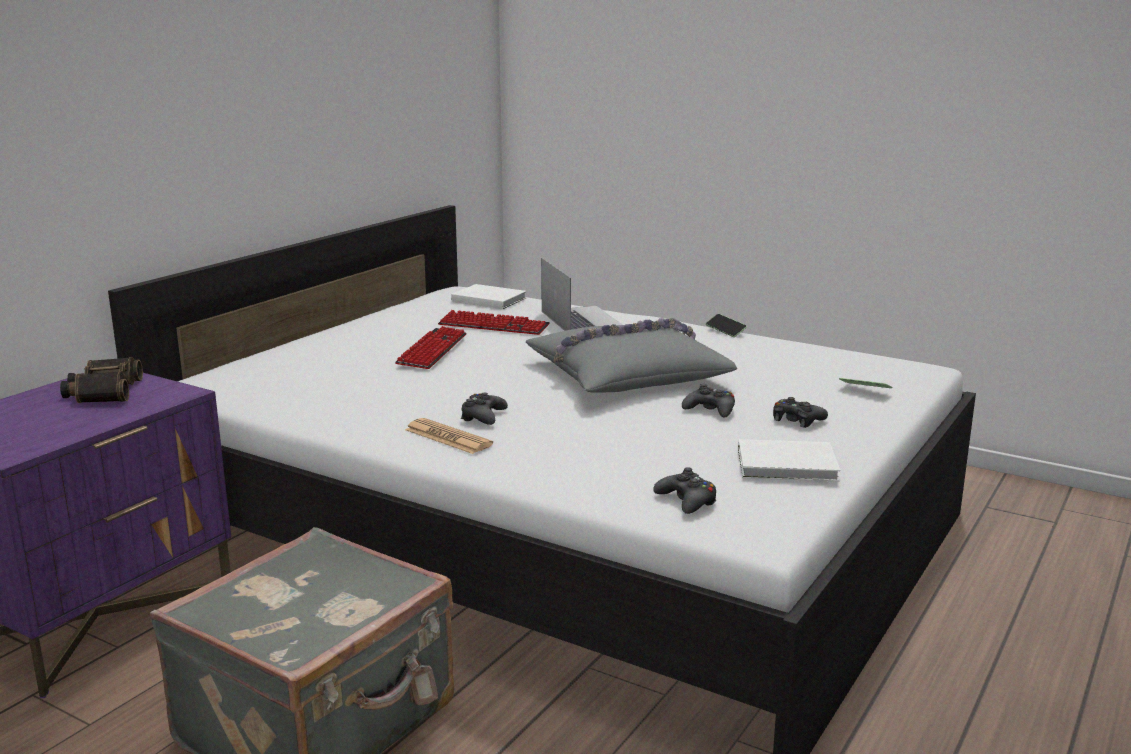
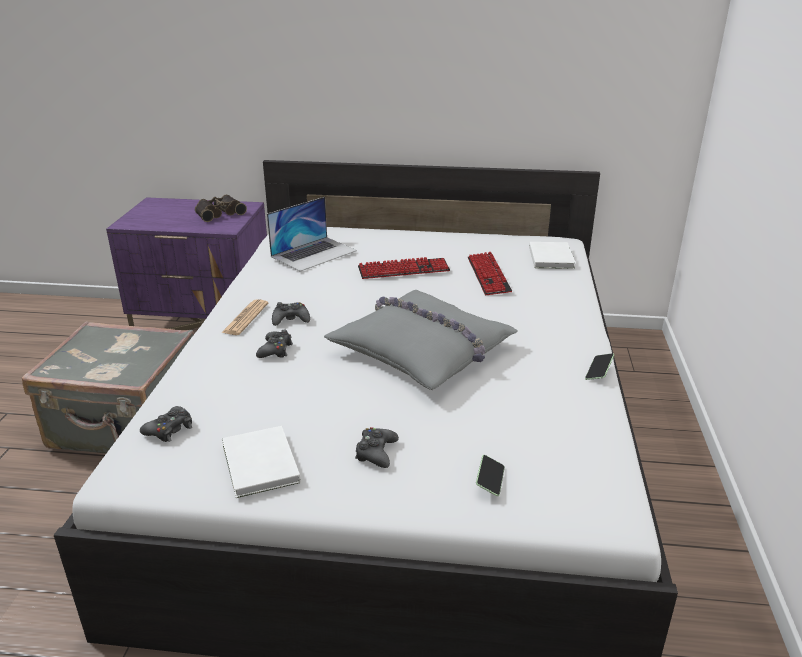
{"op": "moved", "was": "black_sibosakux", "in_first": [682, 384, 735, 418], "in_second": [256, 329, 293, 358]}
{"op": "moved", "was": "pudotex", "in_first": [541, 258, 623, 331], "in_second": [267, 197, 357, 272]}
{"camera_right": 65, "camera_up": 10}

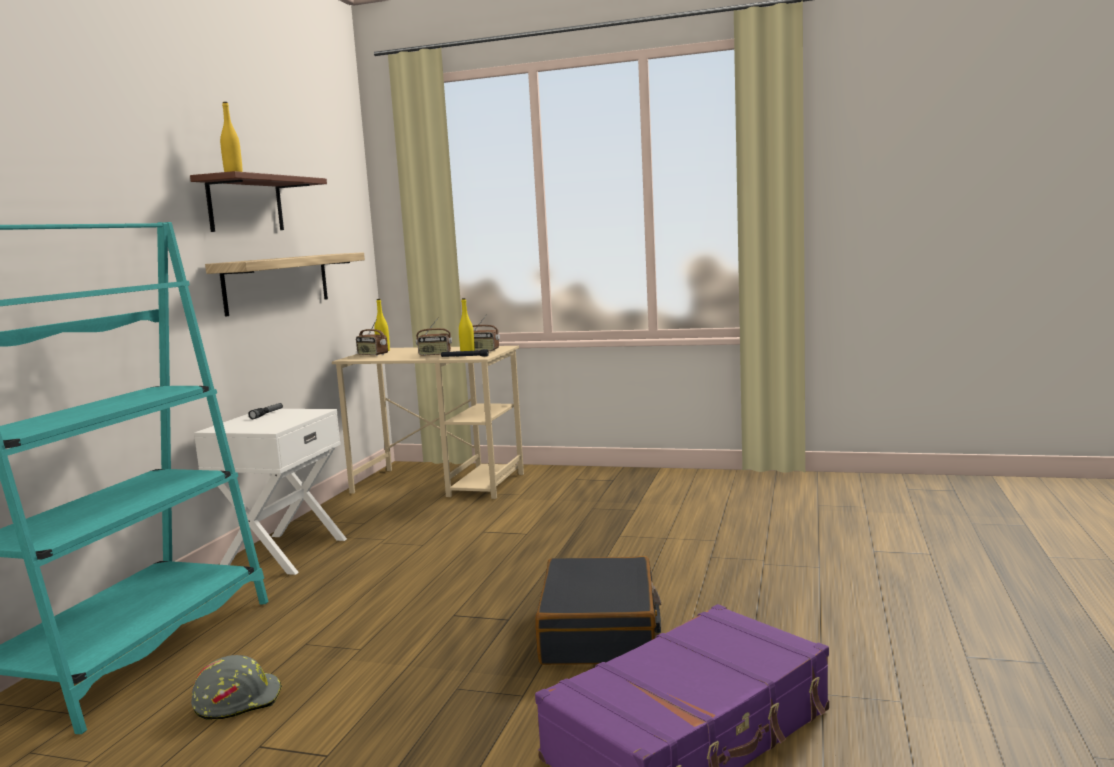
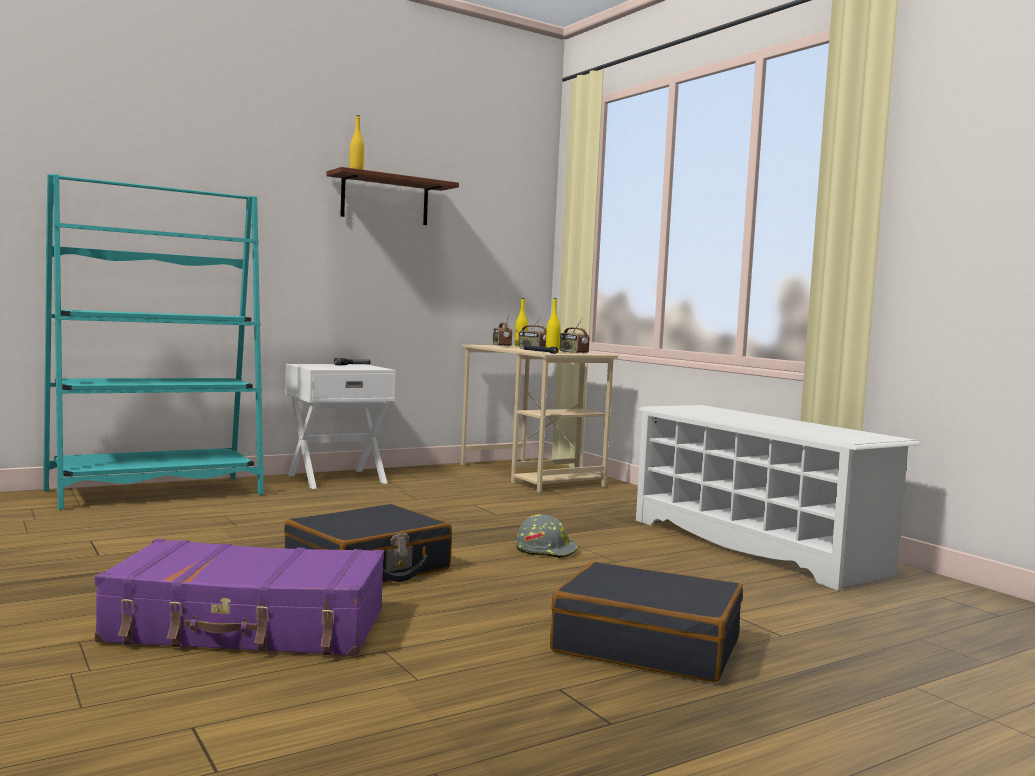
{"op": "moved", "was": "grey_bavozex", "in_first": [191, 655, 282, 720], "in_second": [516, 514, 578, 559]}
{"op": "added", "now": "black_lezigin", "in_second": [550, 561, 743, 682]}
{"op": "added", "now": "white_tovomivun", "in_second": [636, 405, 921, 591]}
{"op": "removed", "was": "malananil", "in_first": [205, 252, 365, 317]}
{"camera_right": 40, "camera_up": -5}

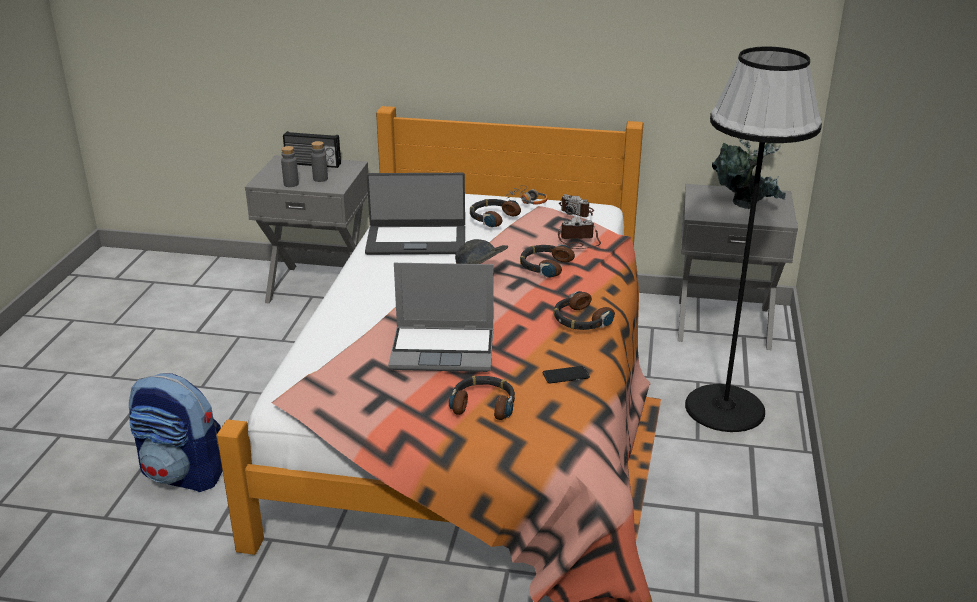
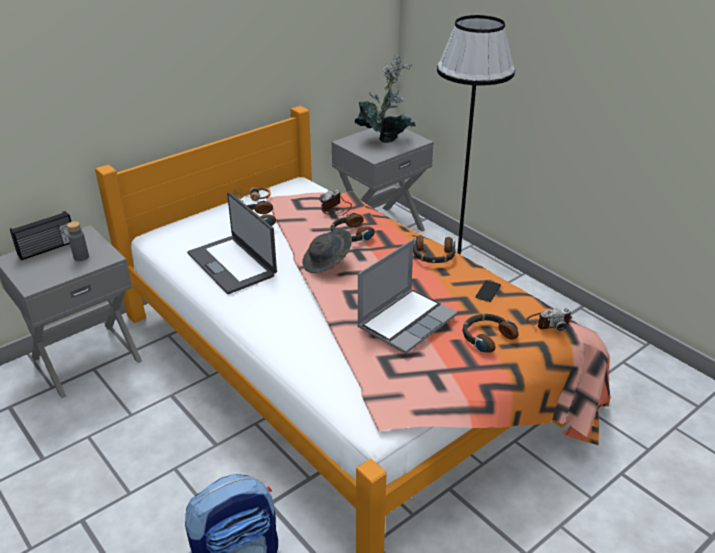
{"op": "turned", "was": "pudotex", "in_first": [365, 173, 465, 255], "in_second": [187, 192, 277, 294], "clockwise": 105}
{"op": "moved", "was": "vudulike", "in_first": [559, 194, 594, 217], "in_second": [526, 308, 572, 331]}
{"op": "removed", "was": "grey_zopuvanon", "in_first": [281, 146, 299, 187]}
{"camera_right": -50, "camera_up": 5}

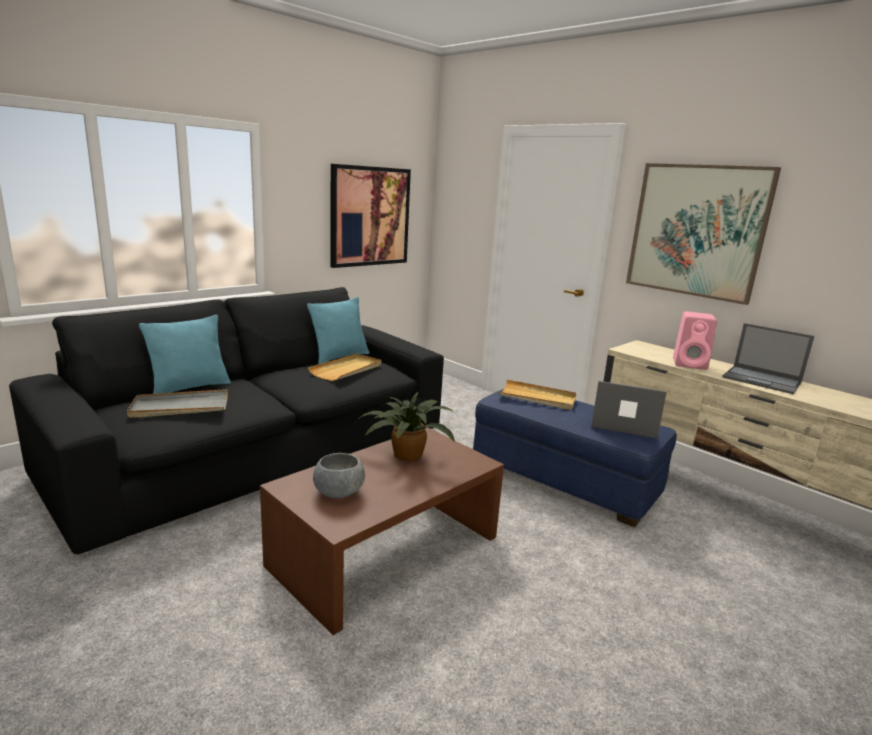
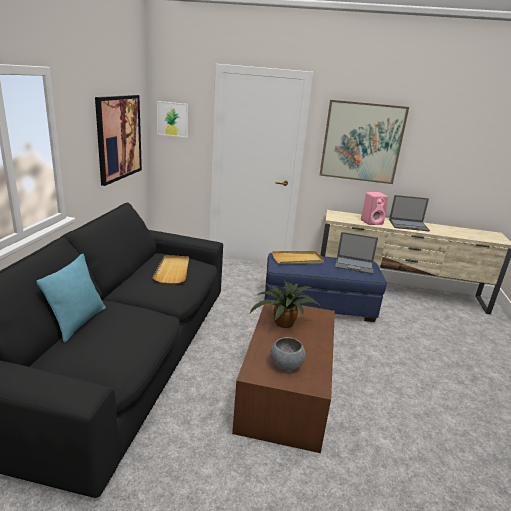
{"op": "added", "now": "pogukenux", "in_second": [157, 101, 188, 138]}
{"op": "turned", "was": "pudotex", "in_first": [591, 381, 667, 439], "in_second": [335, 232, 378, 274], "clockwise": -150}
{"op": "removed", "was": "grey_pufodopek", "in_first": [127, 389, 228, 418]}
{"op": "removed", "was": "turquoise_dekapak", "in_first": [307, 297, 370, 364]}
{"camera_right": -35, "camera_up": 5}

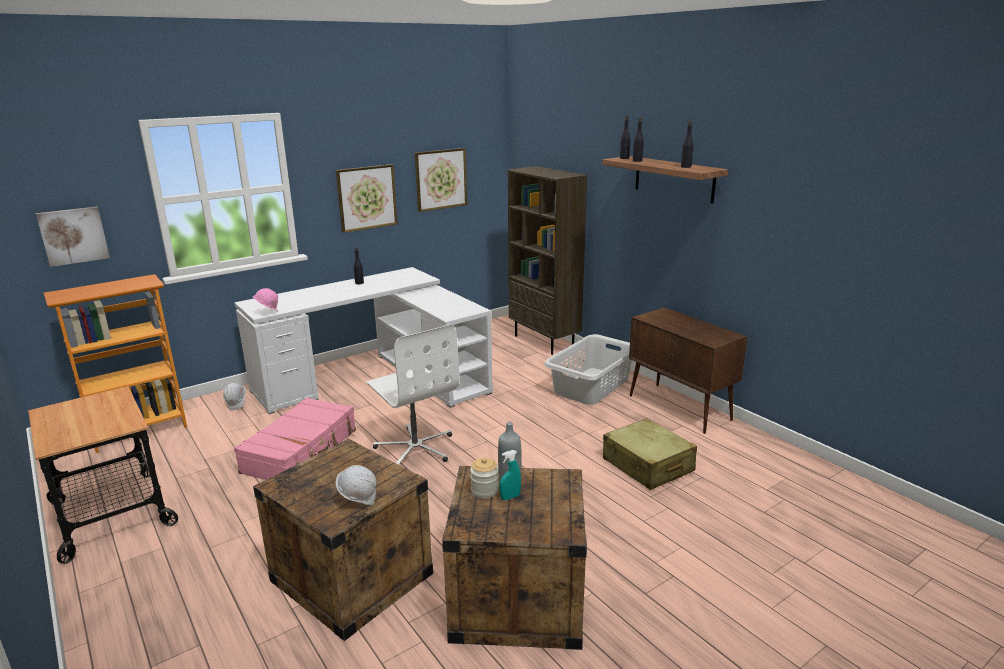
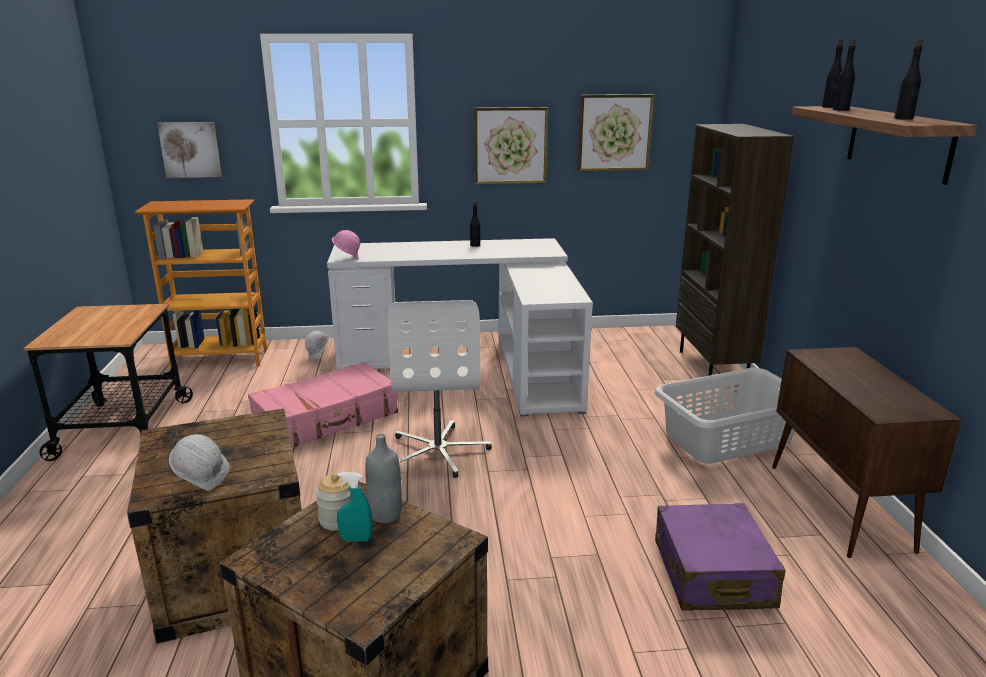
{"op": "recoloured", "was": "beige_lezigin", "now": "purple_lezigin", "in_first": [603, 418, 697, 490], "in_second": [655, 503, 786, 611]}
{"camera_right": 30, "camera_up": 0}

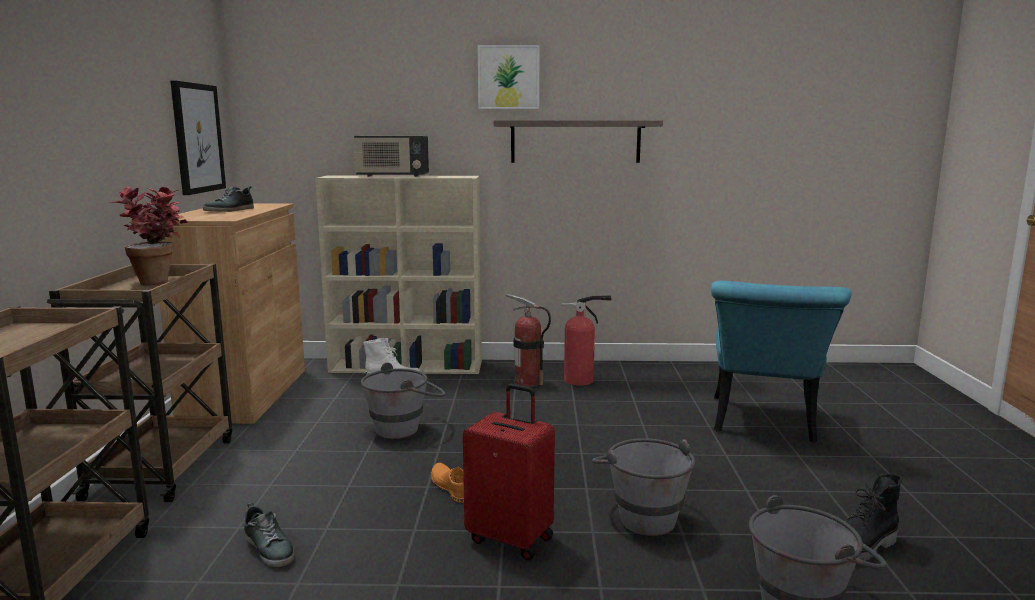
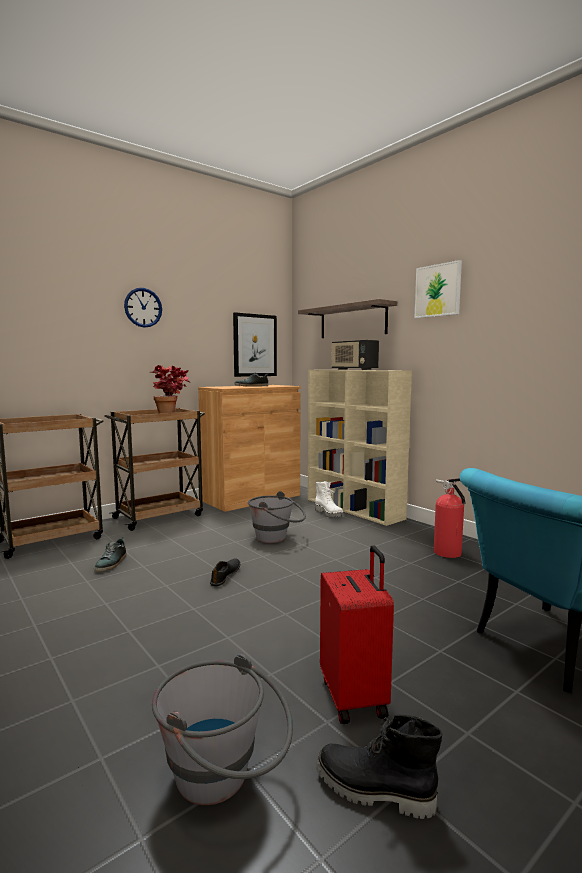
{"op": "added", "now": "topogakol", "in_second": [124, 288, 162, 328]}
{"op": "recoloured", "was": "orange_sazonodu", "now": "black_sazonodu", "in_first": [431, 463, 464, 503], "in_second": [210, 558, 240, 586]}
{"op": "moved", "was": "malananil", "in_first": [494, 120, 663, 163], "in_second": [298, 299, 397, 338]}
{"op": "moved", "was": "red_lezigin", "in_first": [463, 384, 555, 560], "in_second": [320, 545, 394, 724]}
{"op": "removed", "was": "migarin", "in_first": [506, 294, 551, 387]}
{"op": "removed", "was": "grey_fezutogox", "in_first": [592, 438, 695, 536]}
{"camera_right": 50, "camera_up": -5}

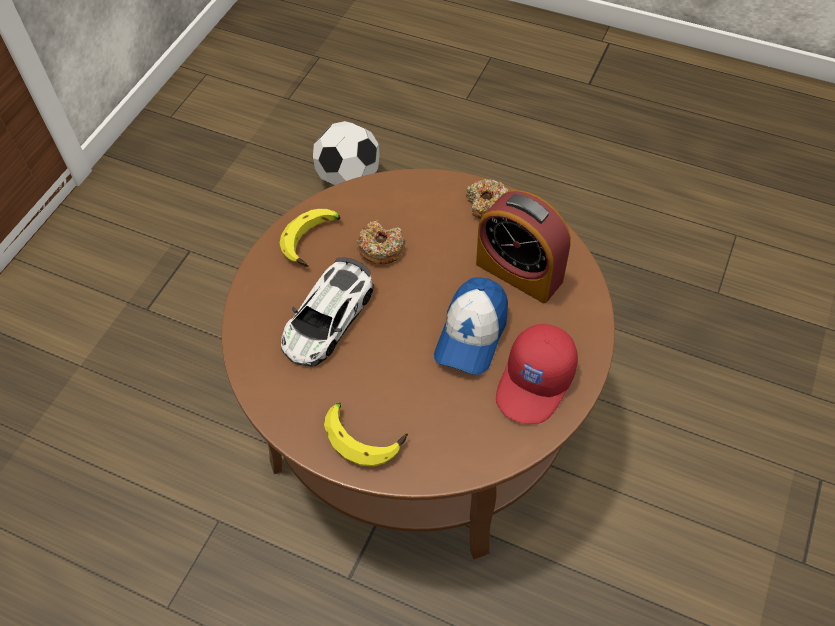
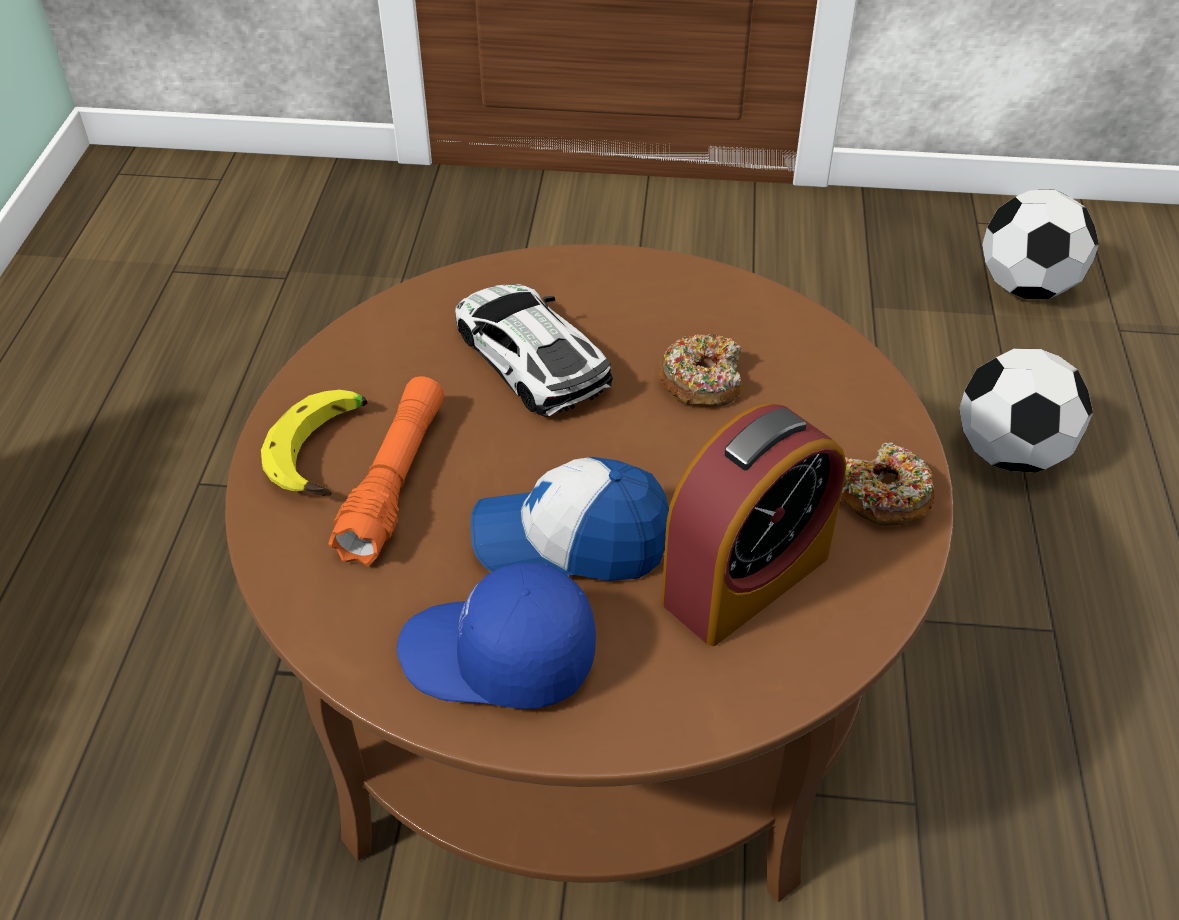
{"op": "added", "now": "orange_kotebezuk", "in_second": [328, 376, 444, 566]}
{"op": "recoloured", "was": "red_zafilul", "now": "blue_zafilul", "in_first": [496, 324, 578, 424], "in_second": [397, 563, 596, 709]}
{"op": "turned", "was": "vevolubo", "in_first": [281, 257, 374, 367], "in_second": [455, 284, 613, 417], "clockwise": 45}
{"op": "turned", "was": "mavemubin", "in_first": [476, 190, 571, 303], "in_second": [661, 403, 847, 646], "clockwise": -150}
{"op": "added", "now": "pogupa", "in_second": [982, 190, 1099, 299]}
{"op": "removed", "was": "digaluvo", "in_first": [280, 209, 340, 267]}
{"camera_right": 70, "camera_up": -10}

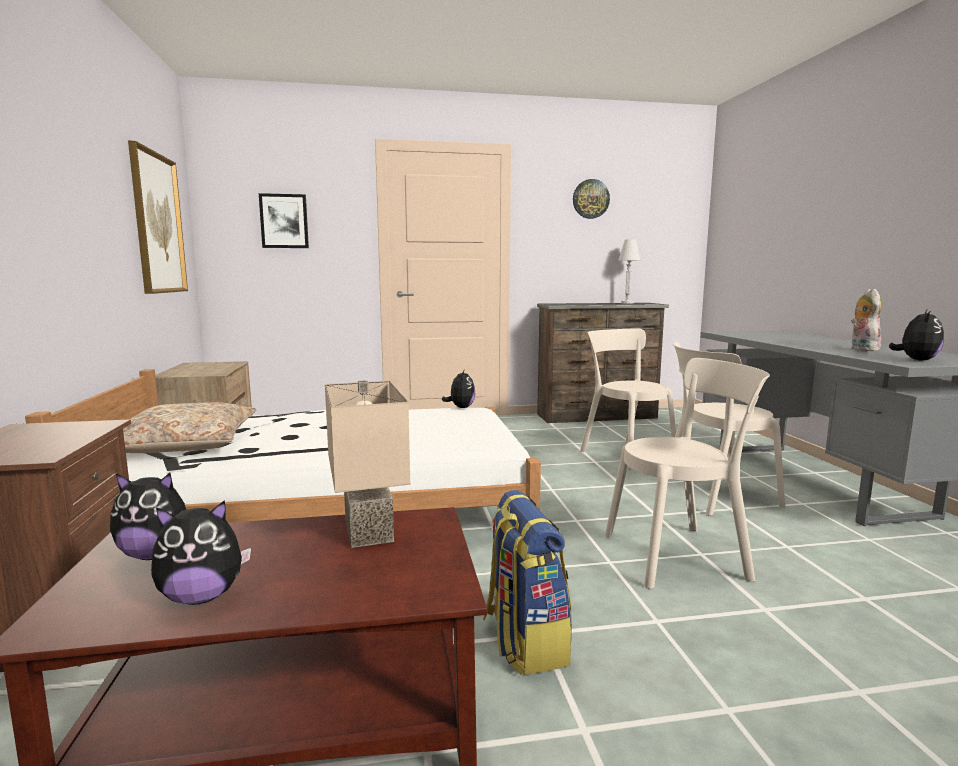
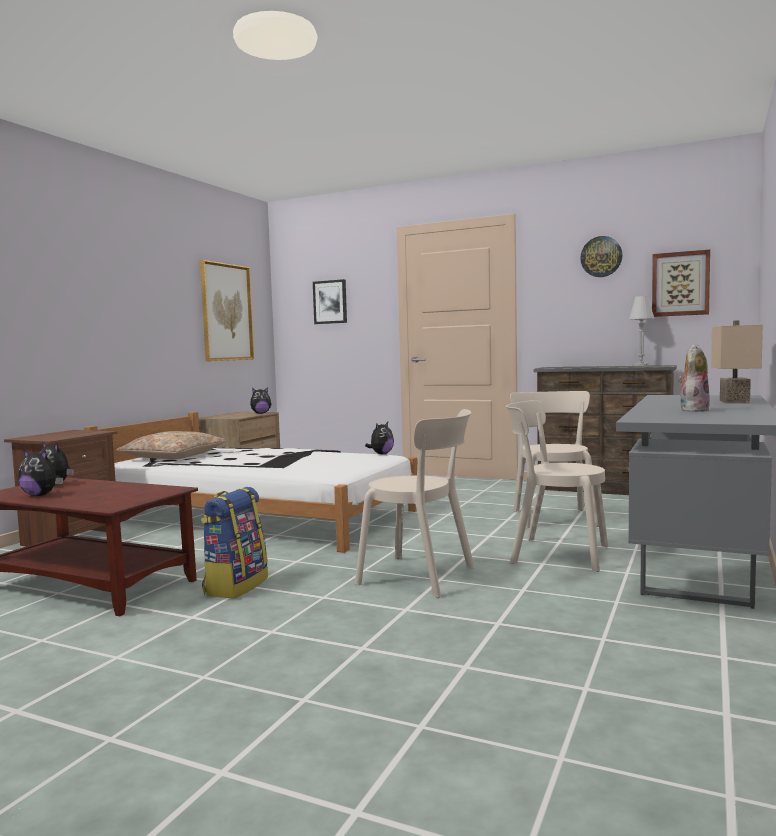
{"op": "moved", "was": "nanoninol", "in_first": [889, 310, 944, 361], "in_second": [250, 387, 271, 414]}
{"op": "added", "now": "pogukenux", "in_second": [652, 250, 710, 317]}
{"op": "moved", "was": "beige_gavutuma", "in_first": [325, 380, 410, 548], "in_second": [711, 320, 763, 404]}
{"camera_right": 35, "camera_up": -5}

